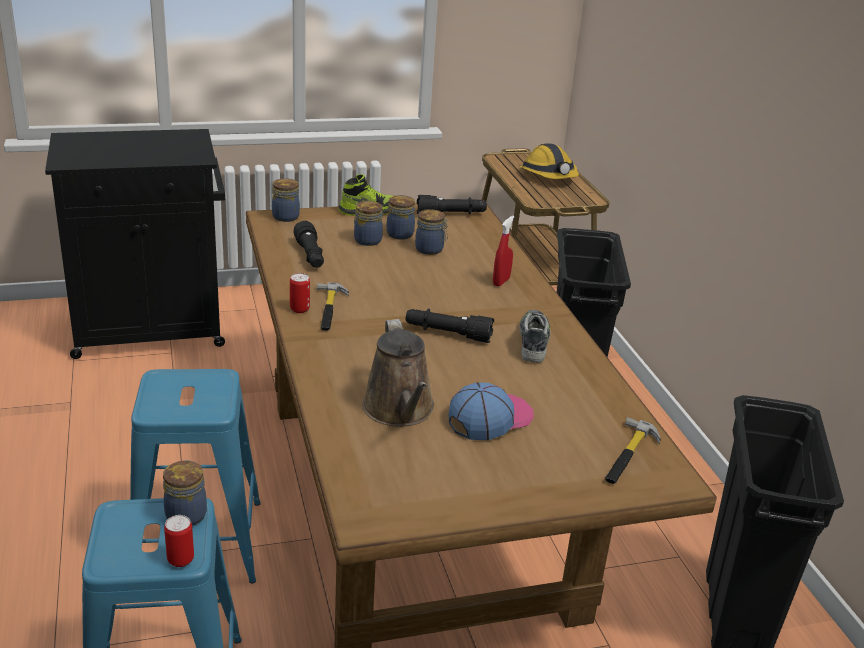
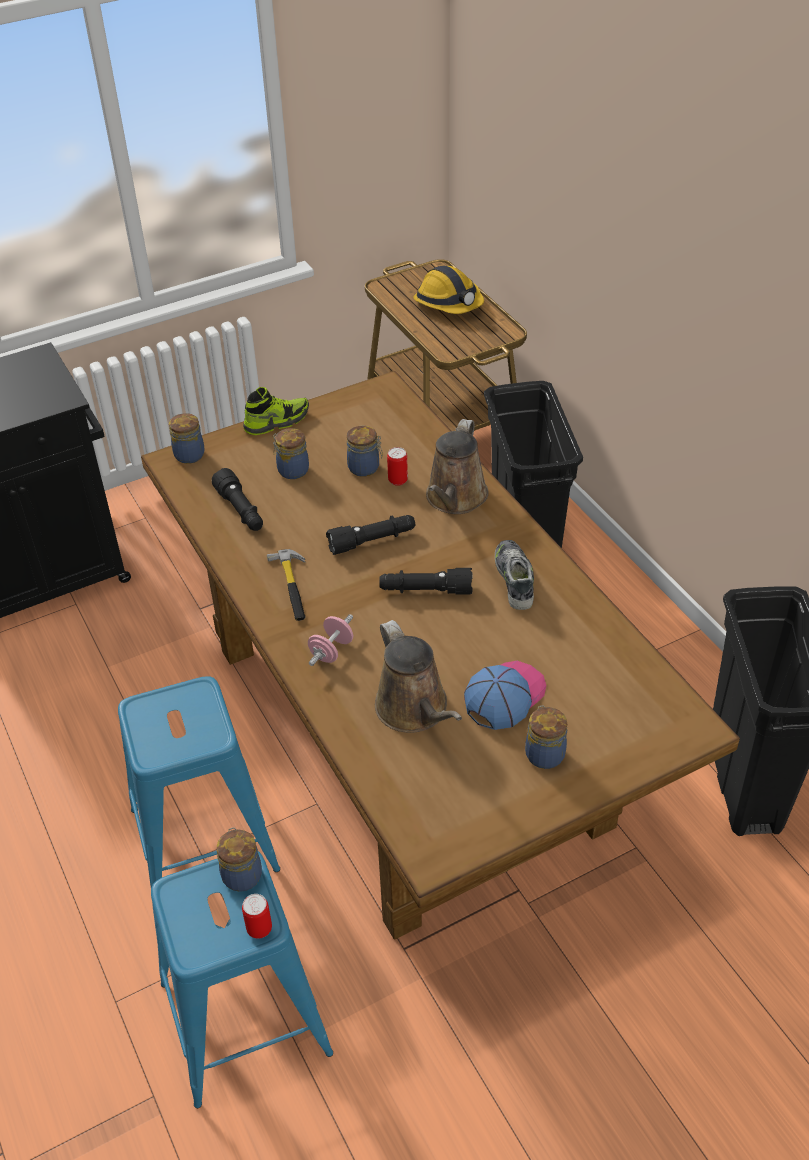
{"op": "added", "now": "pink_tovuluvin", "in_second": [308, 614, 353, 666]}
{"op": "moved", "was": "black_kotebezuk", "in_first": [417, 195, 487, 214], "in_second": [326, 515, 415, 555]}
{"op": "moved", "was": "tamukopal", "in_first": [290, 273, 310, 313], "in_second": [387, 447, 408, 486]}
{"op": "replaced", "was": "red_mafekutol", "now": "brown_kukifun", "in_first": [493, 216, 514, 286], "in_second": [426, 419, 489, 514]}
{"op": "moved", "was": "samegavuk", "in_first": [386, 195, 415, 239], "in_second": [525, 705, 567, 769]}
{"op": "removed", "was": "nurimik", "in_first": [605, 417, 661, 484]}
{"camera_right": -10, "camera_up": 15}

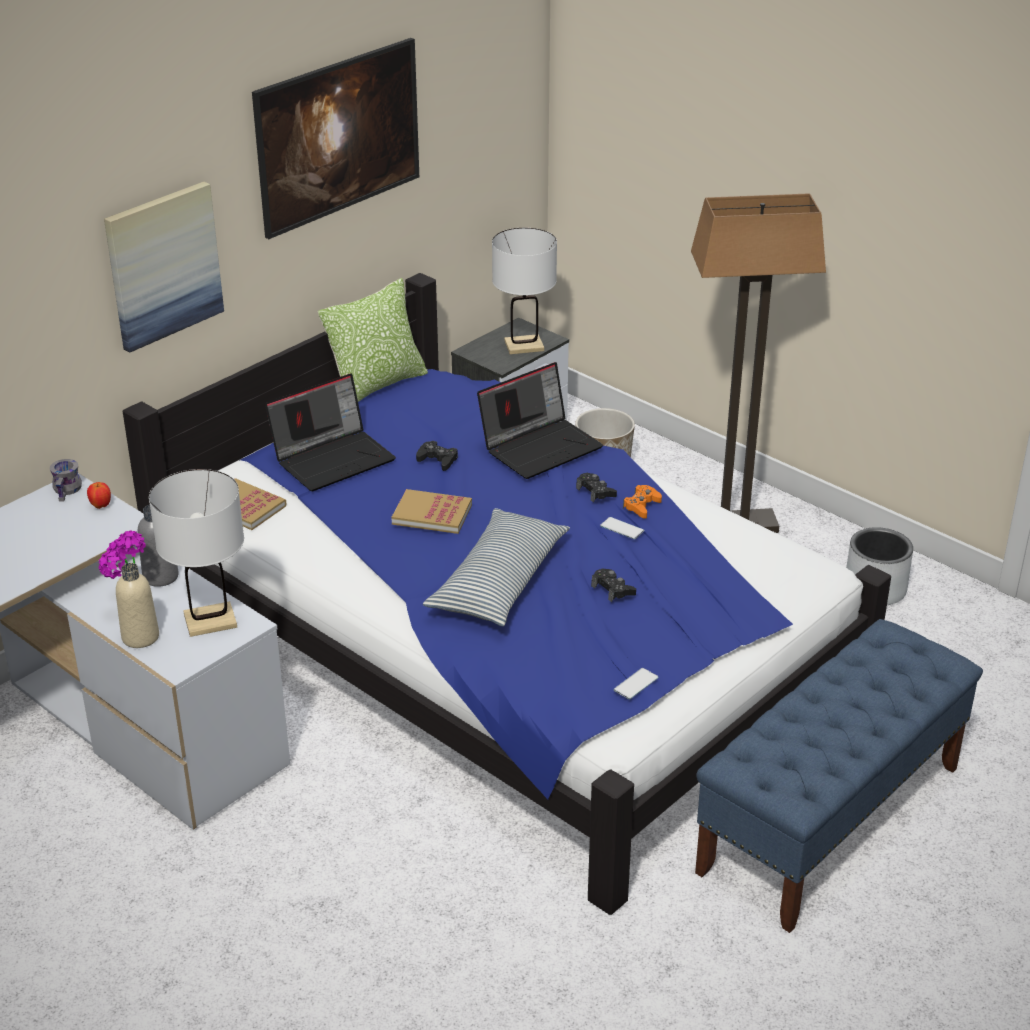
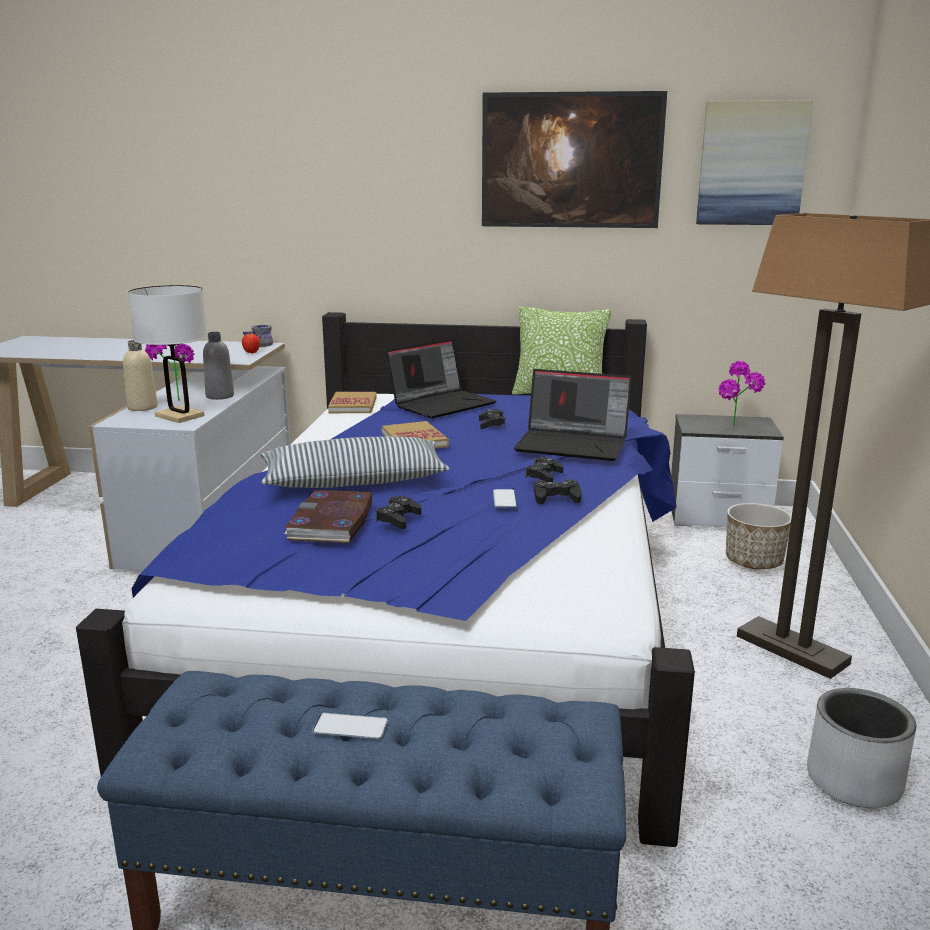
{"op": "added", "now": "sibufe", "in_second": [284, 490, 372, 543]}
{"op": "moved", "was": "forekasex", "in_first": [613, 668, 658, 699], "in_second": [312, 713, 388, 739]}
{"op": "turned", "was": "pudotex", "in_first": [265, 373, 396, 491], "in_second": [386, 339, 496, 419], "clockwise": -60}
{"op": "recoloured", "was": "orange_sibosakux", "now": "black_sibosakux", "in_first": [623, 485, 662, 519], "in_second": [534, 480, 582, 504]}
{"op": "moved", "was": "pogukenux", "in_first": [104, 181, 224, 353], "in_second": [696, 100, 813, 225]}
{"op": "replaced", "was": "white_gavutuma", "now": "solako", "in_first": [492, 228, 557, 354], "in_second": [718, 361, 765, 426]}
{"camera_right": 55, "camera_up": -15}

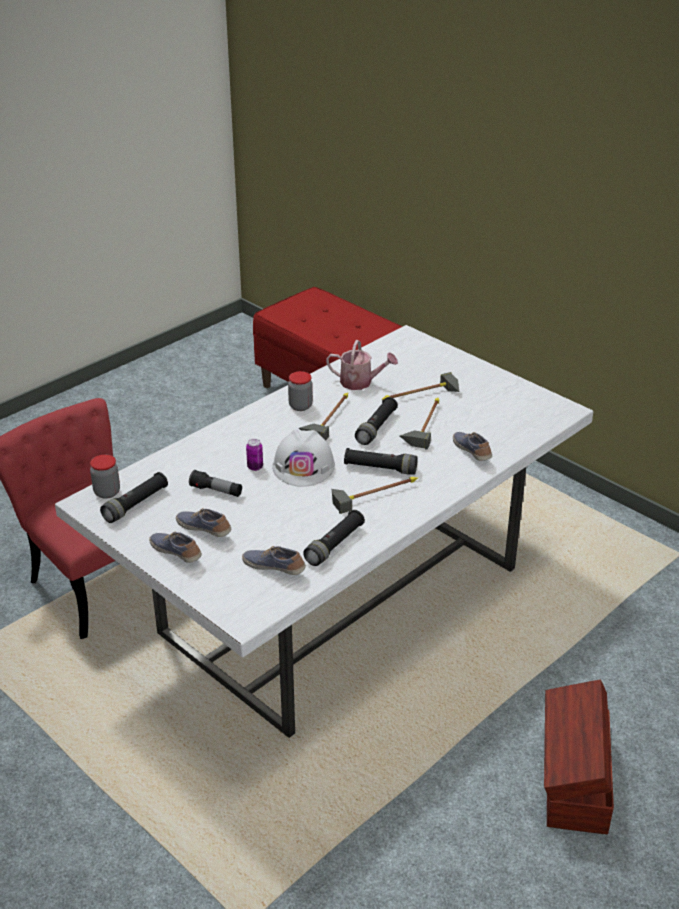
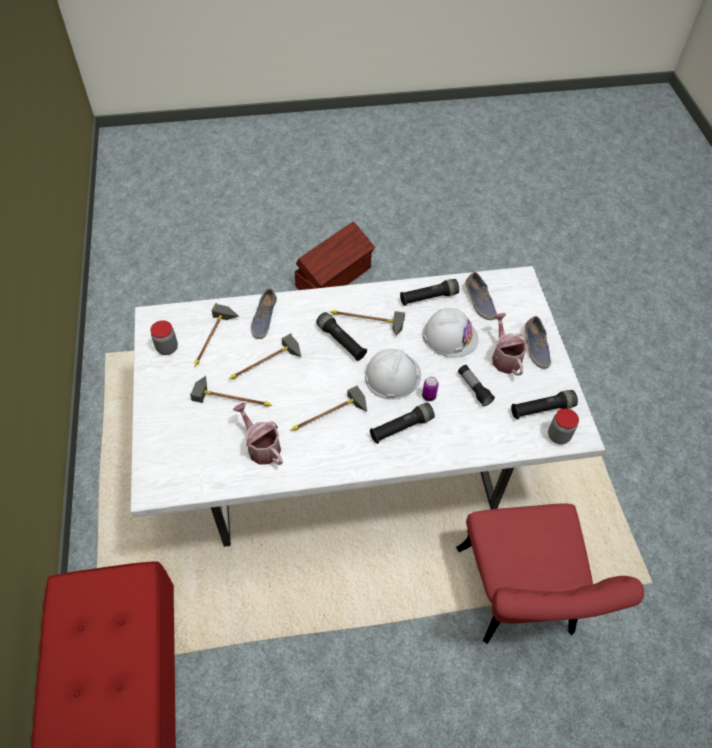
{"op": "moved", "was": "samegavuk", "in_first": [288, 371, 313, 411], "in_second": [150, 320, 178, 355]}
{"op": "added", "now": "nurimik", "in_second": [194, 303, 239, 367]}
{"op": "moved", "was": "black_kotebezuk", "in_first": [355, 397, 398, 445], "in_second": [370, 403, 435, 444]}
{"op": "added", "now": "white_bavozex", "in_second": [422, 308, 478, 358]}
{"op": "replaced", "was": "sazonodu", "now": "kukifun", "in_first": [176, 508, 232, 537], "in_second": [492, 313, 528, 376]}
{"camera_right": -145, "camera_up": 20}

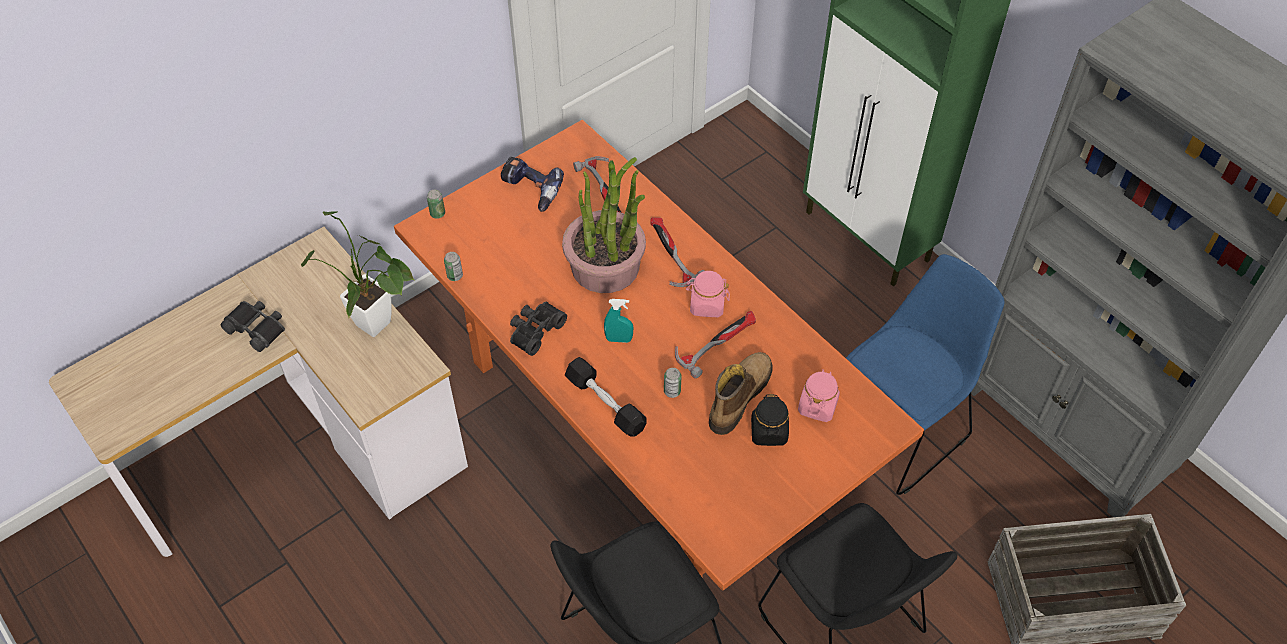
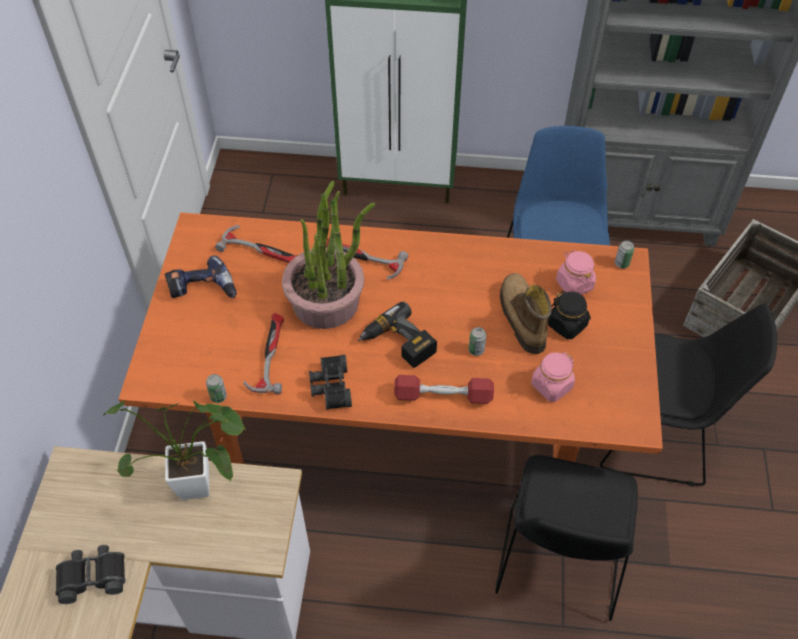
{"op": "moved", "was": "nurimik", "in_first": [675, 311, 756, 379], "in_second": [243, 313, 284, 394]}
{"op": "replaced", "was": "turquoise_mafekutol", "now": "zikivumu", "in_first": [604, 299, 633, 343], "in_second": [358, 302, 437, 368]}
{"op": "recoloured", "was": "black_tovuluvin", "now": "red_tovuluvin", "in_first": [565, 357, 647, 437], "in_second": [394, 375, 494, 404]}
{"op": "moved", "was": "pink_samegavuk", "in_first": [686, 271, 730, 317], "in_second": [531, 352, 575, 402]}
{"op": "moved", "was": "tamukopal", "in_first": [427, 190, 445, 219], "in_second": [615, 240, 634, 269]}
{"camera_right": -45, "camera_up": 0}

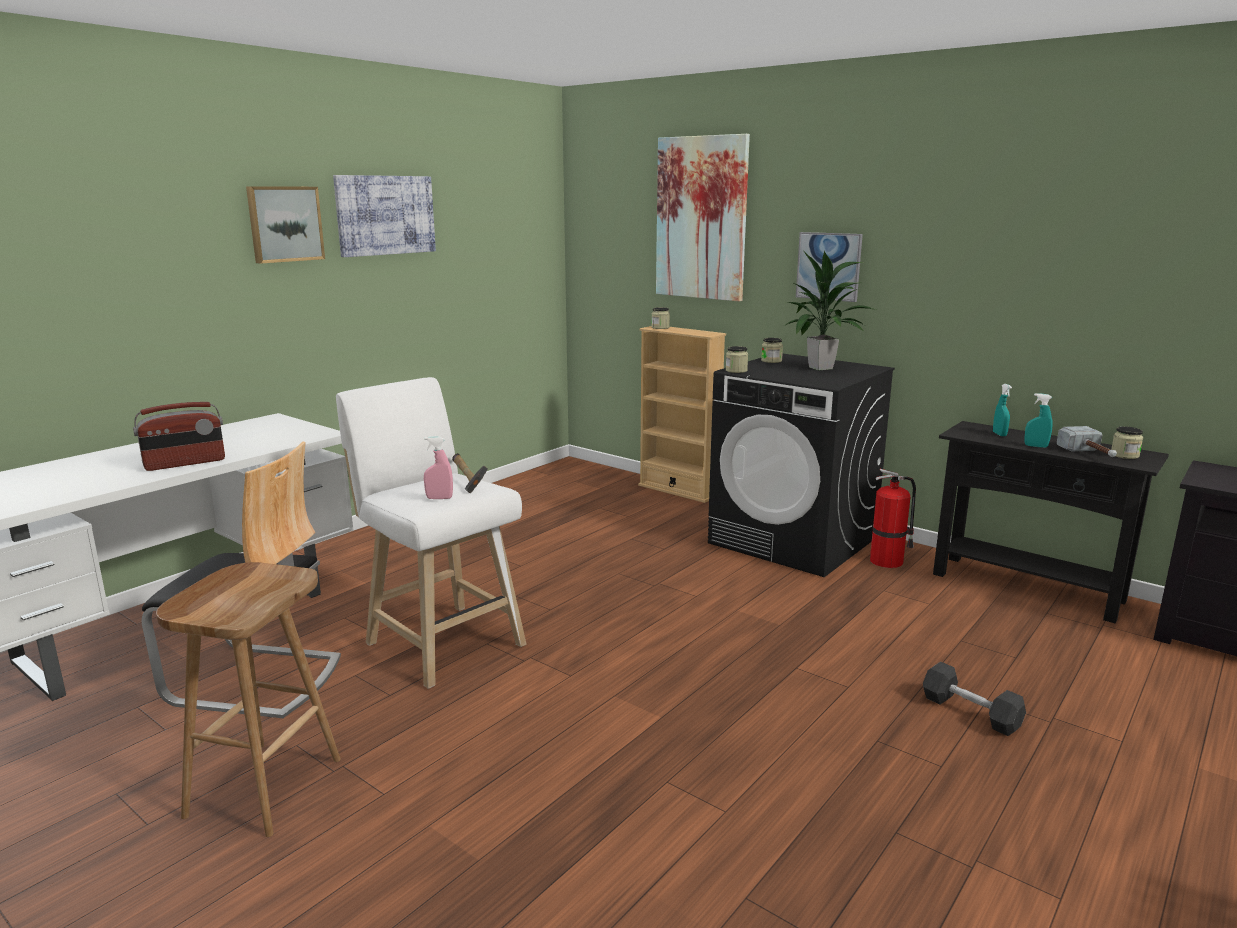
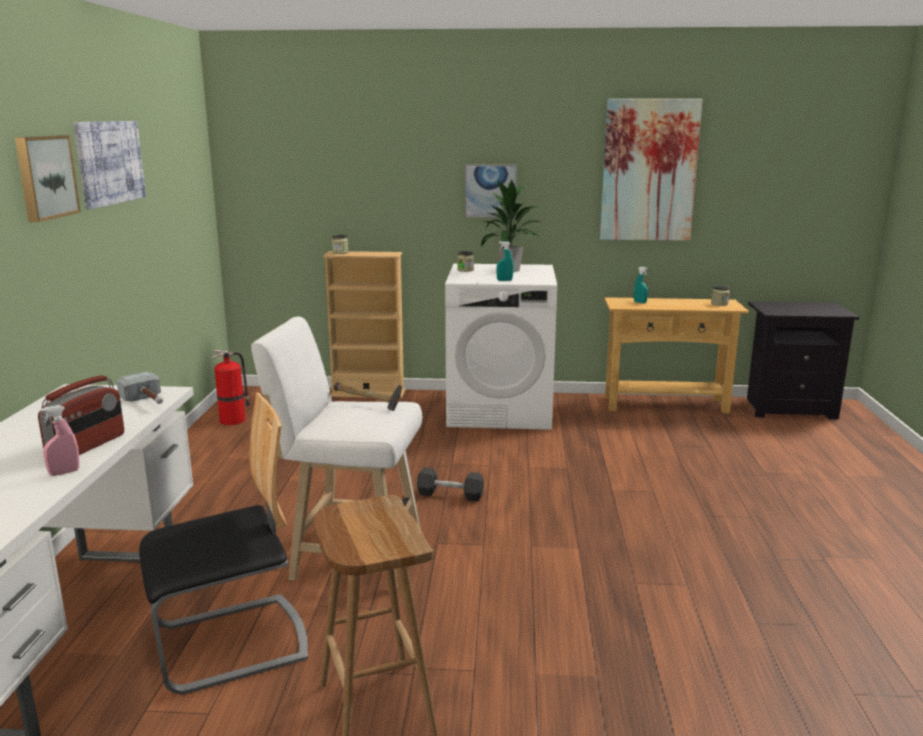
{"op": "moved", "was": "pink_mafekutol", "in_first": [424, 437, 453, 499], "in_second": [40, 405, 80, 476]}
{"op": "moved", "was": "nurimik", "in_first": [1057, 426, 1117, 457], "in_second": [117, 372, 163, 404]}
{"op": "moved", "was": "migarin", "in_first": [870, 469, 916, 568], "in_second": [211, 350, 251, 425]}
{"op": "moved", "was": "grey_tovuluvin", "in_first": [923, 662, 1026, 736], "in_second": [417, 467, 484, 502]}
{"op": "recoloured", "was": "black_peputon", "now": "white_peputon", "in_first": [708, 353, 895, 577], "in_second": [445, 264, 557, 430]}
{"op": "moved", "was": "turquoise_mafekutol", "in_first": [1024, 393, 1053, 448], "in_second": [496, 241, 513, 281]}
{"op": "moved", "was": "pogukenux", "in_first": [656, 134, 750, 301], "in_second": [600, 99, 702, 241]}
{"op": "recoloured", "was": "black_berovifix", "now": "beige_berovifix", "in_first": [933, 421, 1169, 623], "in_second": [604, 297, 749, 413]}
{"op": "removed", "was": "samegavuk", "in_first": [726, 346, 748, 373]}
{"camera_right": -35, "camera_up": 0}

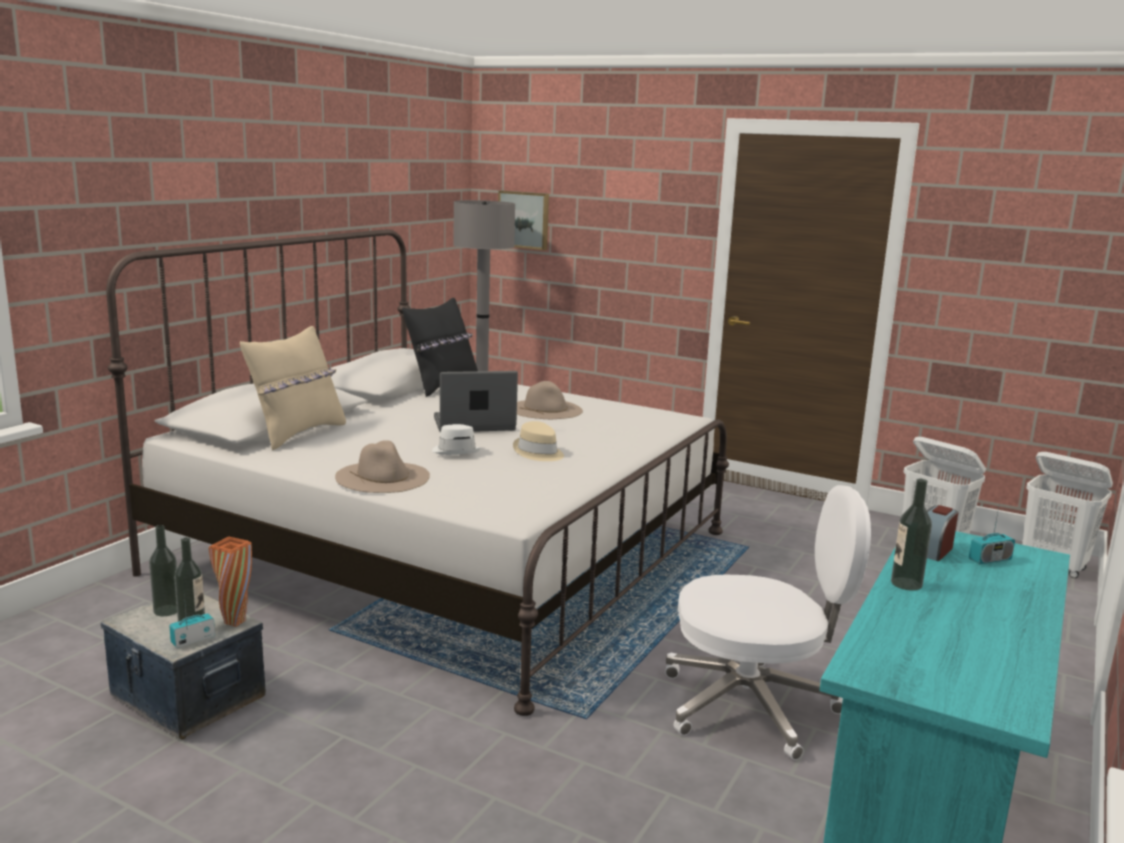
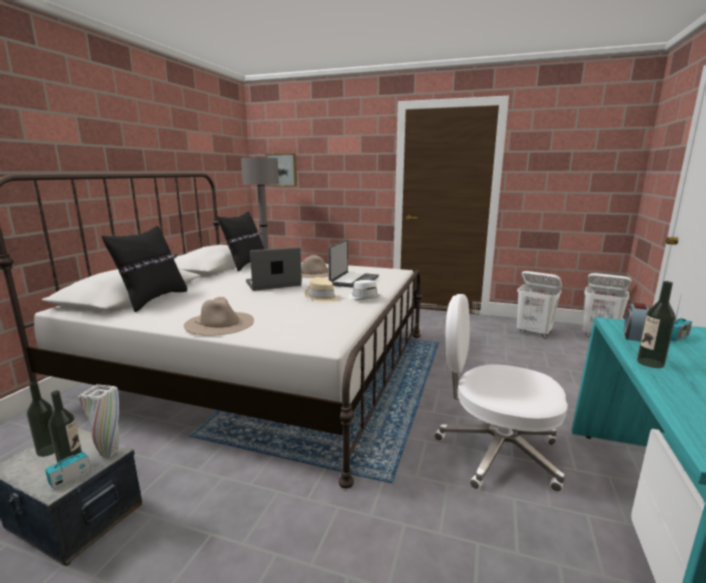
{"op": "recoloured", "was": "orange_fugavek", "now": "white_fugavek", "in_first": [209, 536, 252, 627], "in_second": [78, 384, 119, 457]}
{"op": "recoloured", "was": "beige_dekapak", "now": "black_dekapak", "in_first": [240, 326, 346, 450], "in_second": [102, 226, 187, 312]}
{"op": "added", "now": "pudotex", "in_second": [328, 239, 379, 288]}
{"op": "moved", "was": "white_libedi", "in_first": [432, 424, 481, 455], "in_second": [348, 280, 381, 300]}
{"op": "turned", "was": "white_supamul", "in_first": [665, 485, 871, 760], "in_second": [434, 294, 568, 492], "clockwise": -150}
{"camera_right": -10, "camera_up": 0}

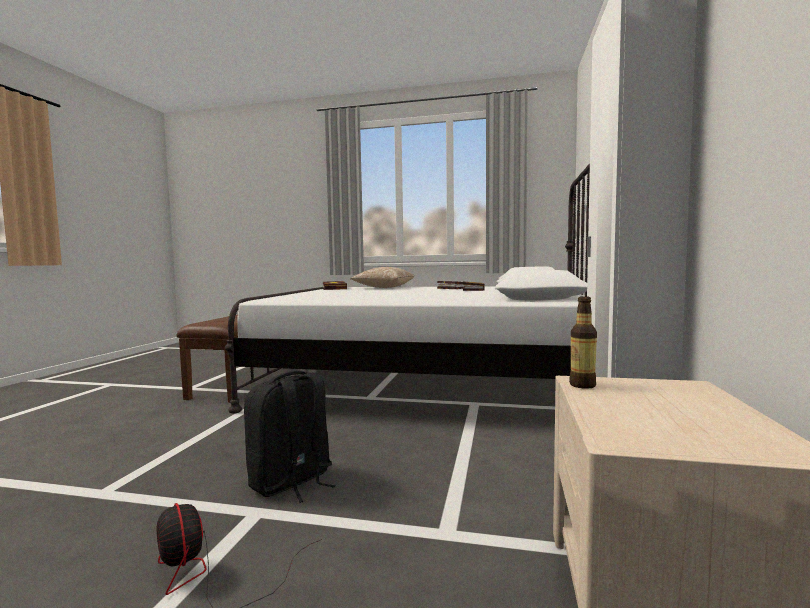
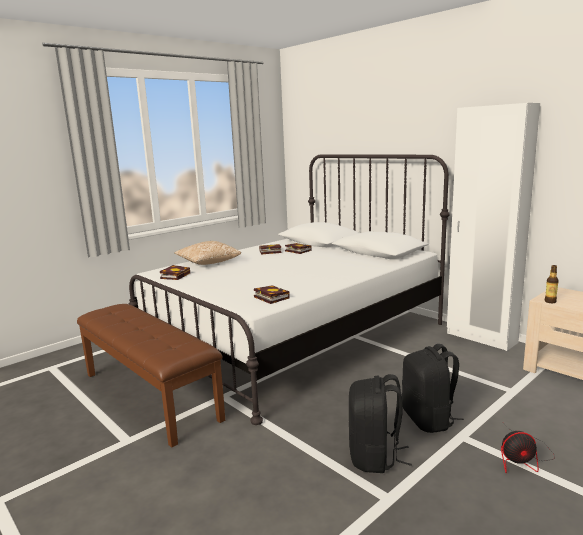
{"op": "added", "now": "sibufe", "in_second": [254, 285, 290, 304]}
{"op": "added", "now": "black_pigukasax", "in_second": [349, 374, 412, 473]}
{"camera_right": -55, "camera_up": 10}

